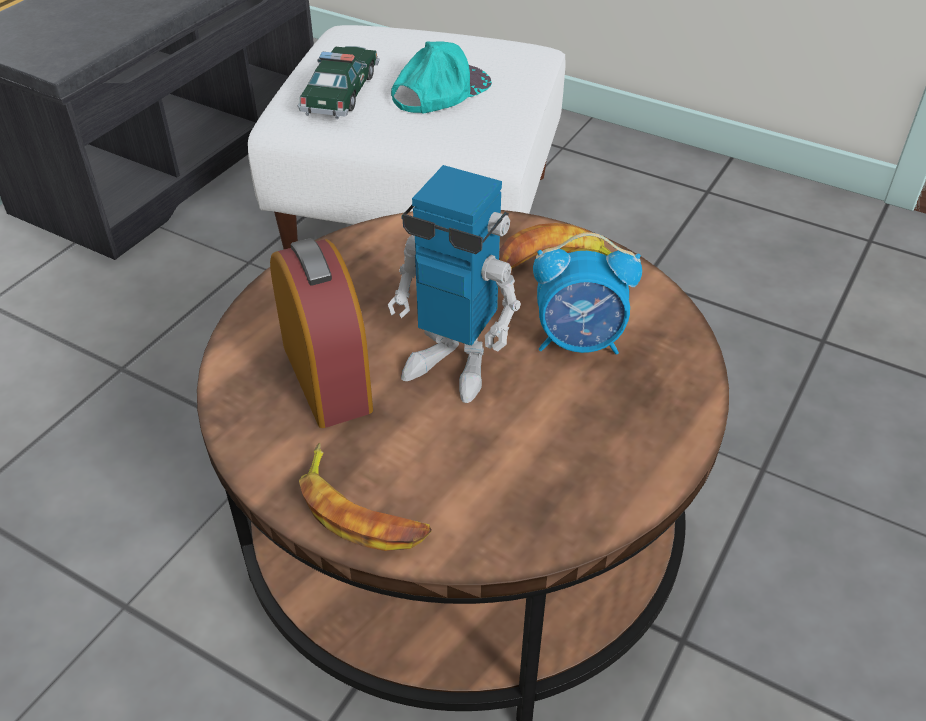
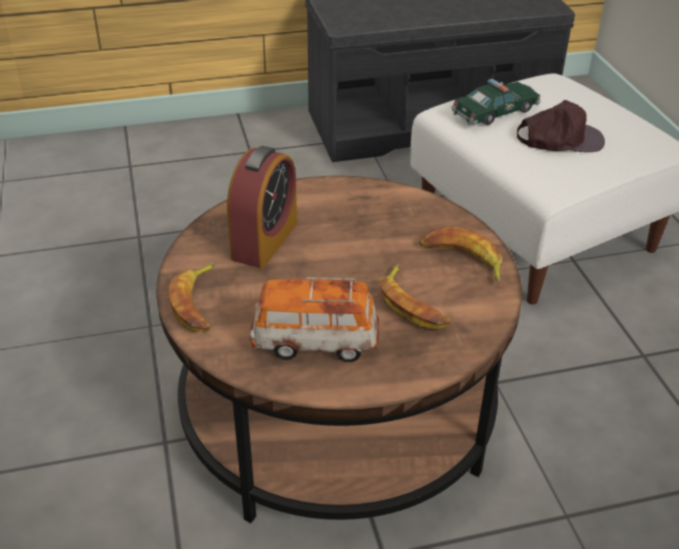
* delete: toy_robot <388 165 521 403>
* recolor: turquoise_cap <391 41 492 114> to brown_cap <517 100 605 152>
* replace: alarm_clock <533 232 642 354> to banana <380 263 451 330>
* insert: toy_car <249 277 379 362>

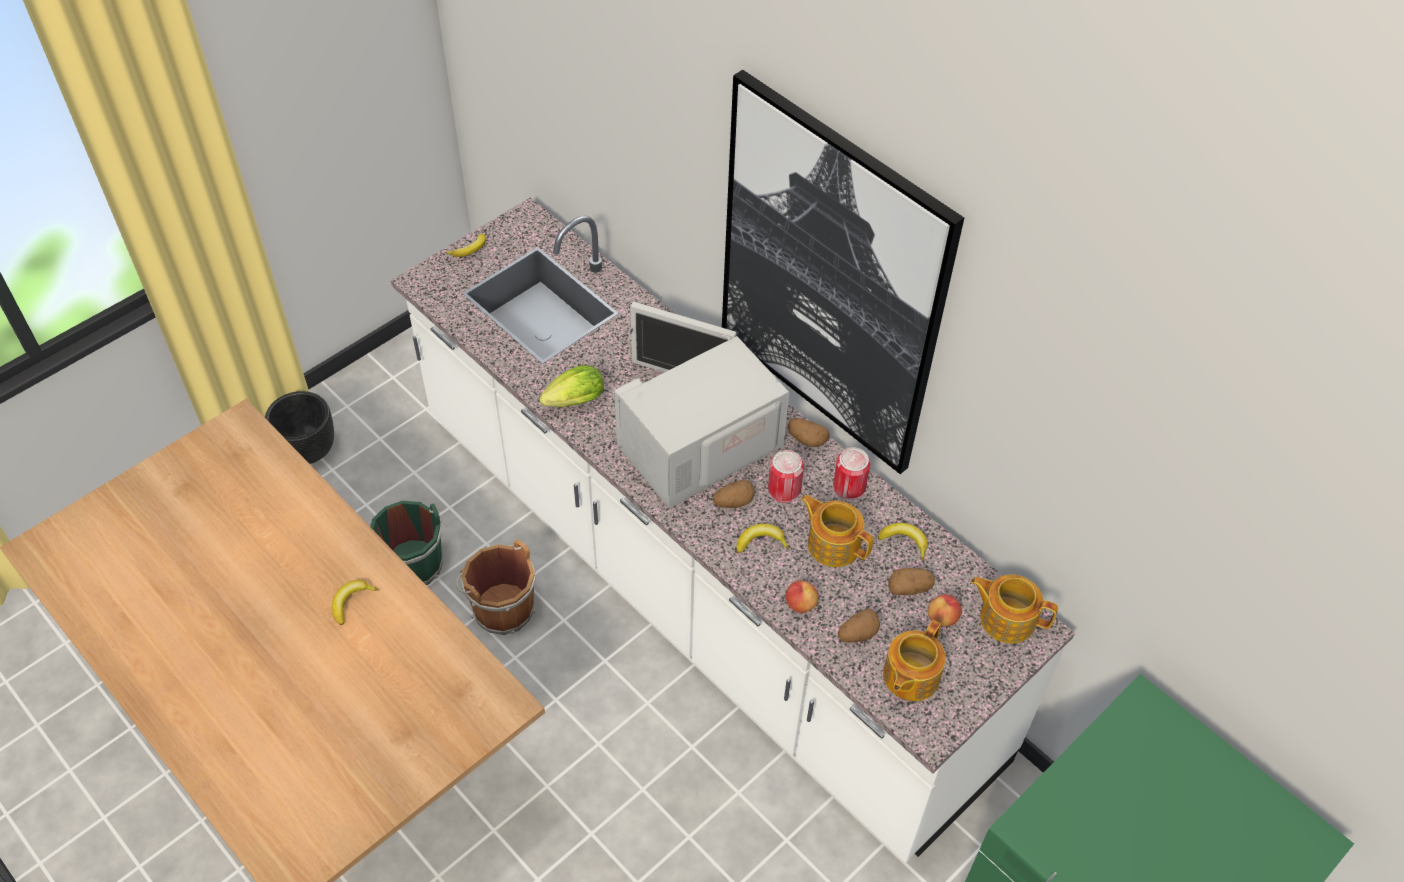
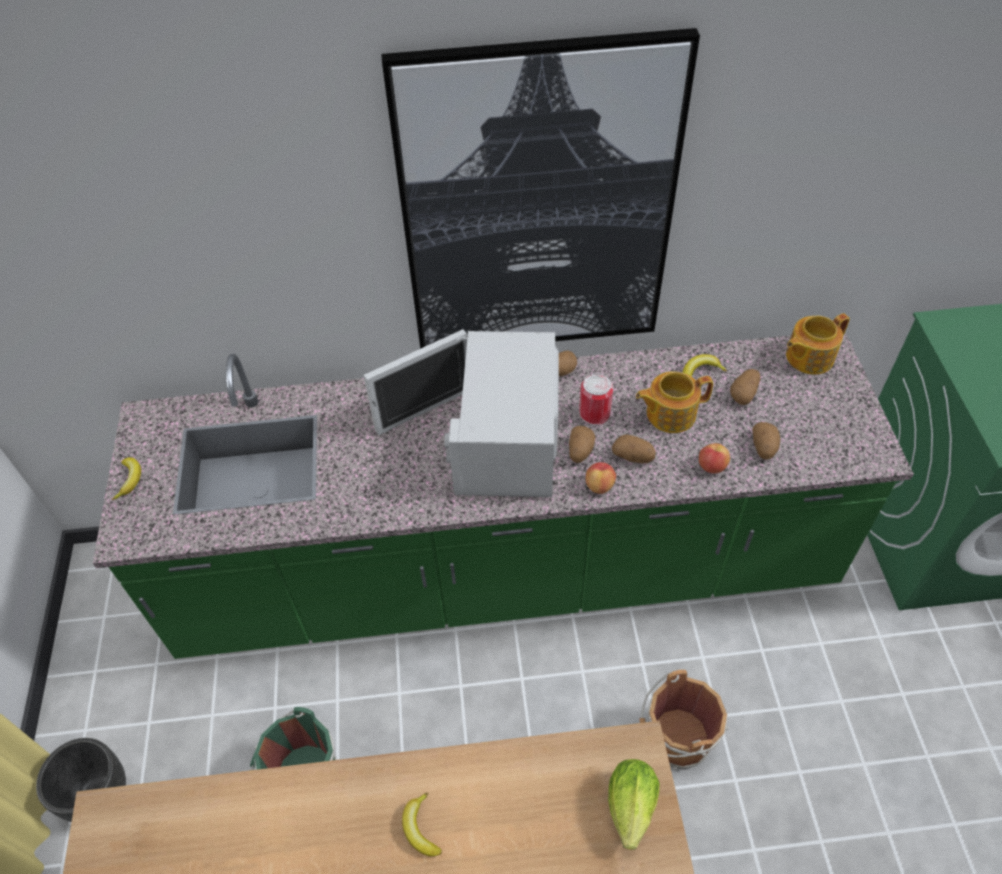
* recolor: white_counter <391 198 1075 863> to green_counter <93 332 914 659>
* move: brown_bucket <456 540 536 635> to <640 670 729 770>
* move: lettuce <540 365 604 407> to <608 759 659 850>
* replace: banana <737 524 789 554> to potato <612 434 655 463>
* delete: can <833 447 870 500>
* delete: teapot <883 620 946 701>
* move: apple <928 594 962 627> to <586 462 616 494>

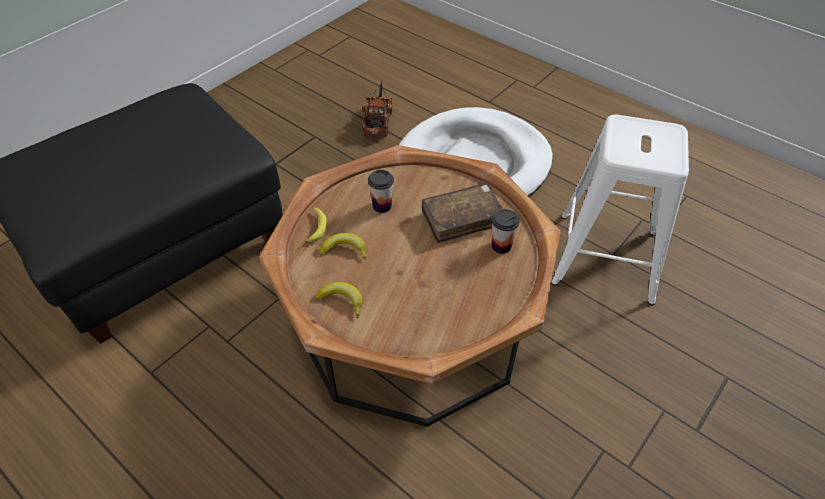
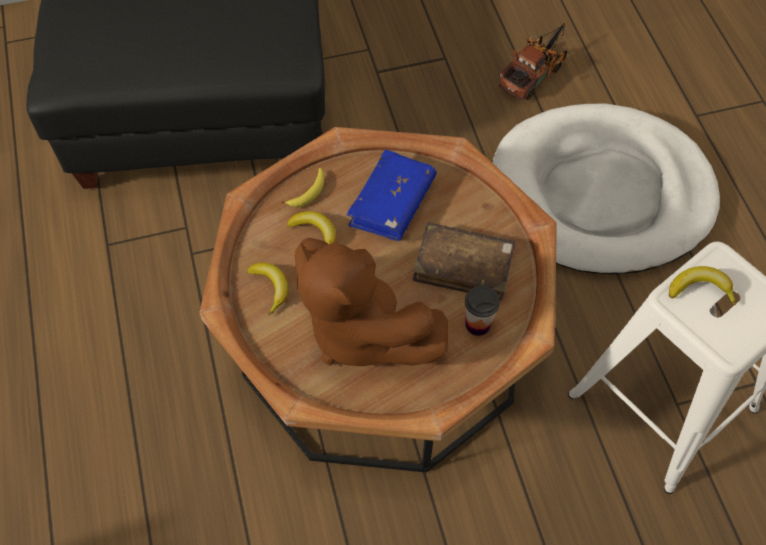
* replace: cup <368 170 394 213> to blue_book <347 150 437 241>
* insert: brown_plush_toy <295 237 448 366>
* insert: banana <669 266 736 305>

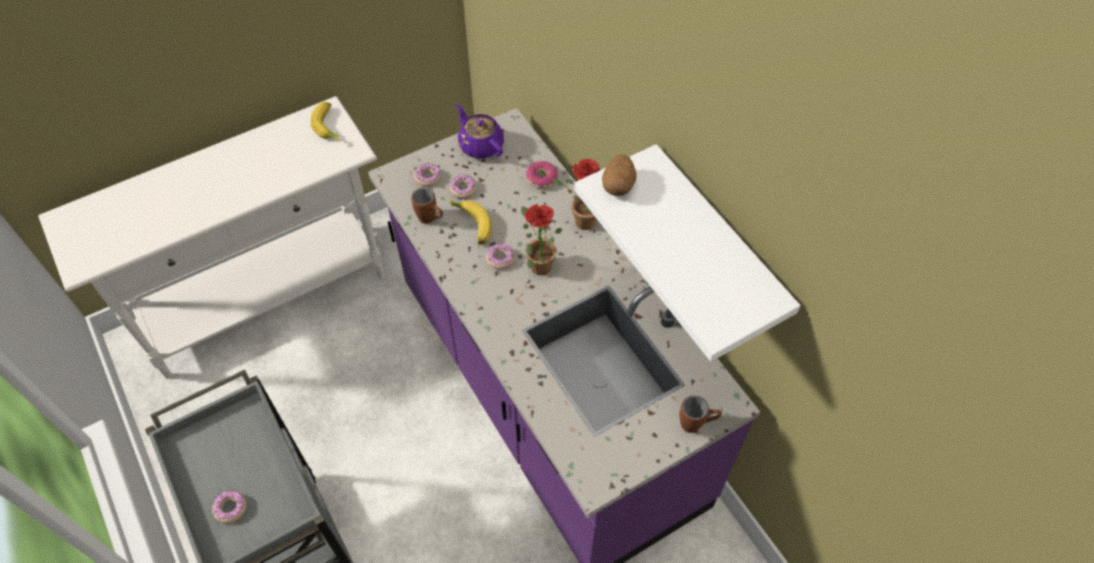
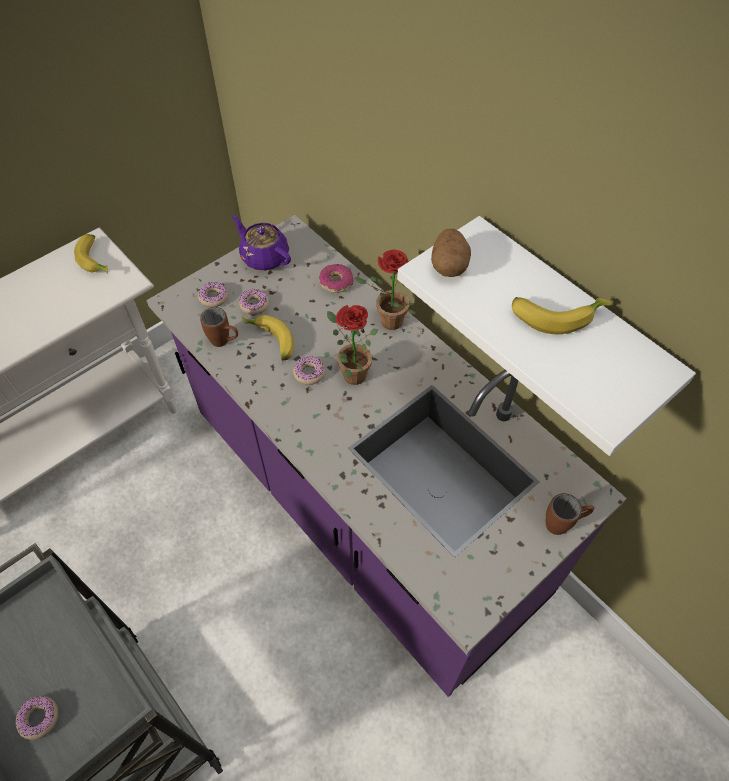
* insert: banana <512 297 611 334>

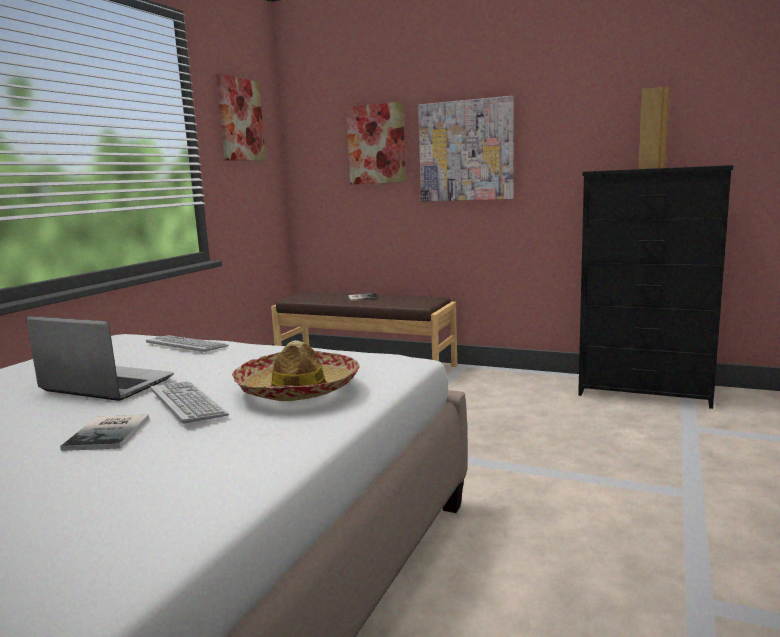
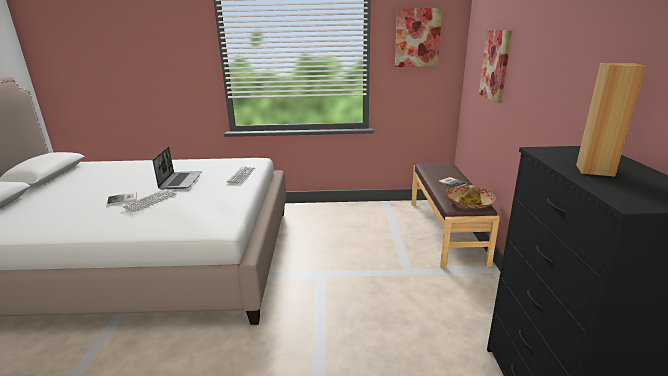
* move: hat <232 340 360 401> to <445 185 496 209>
* delete: picture <418 96 514 202>

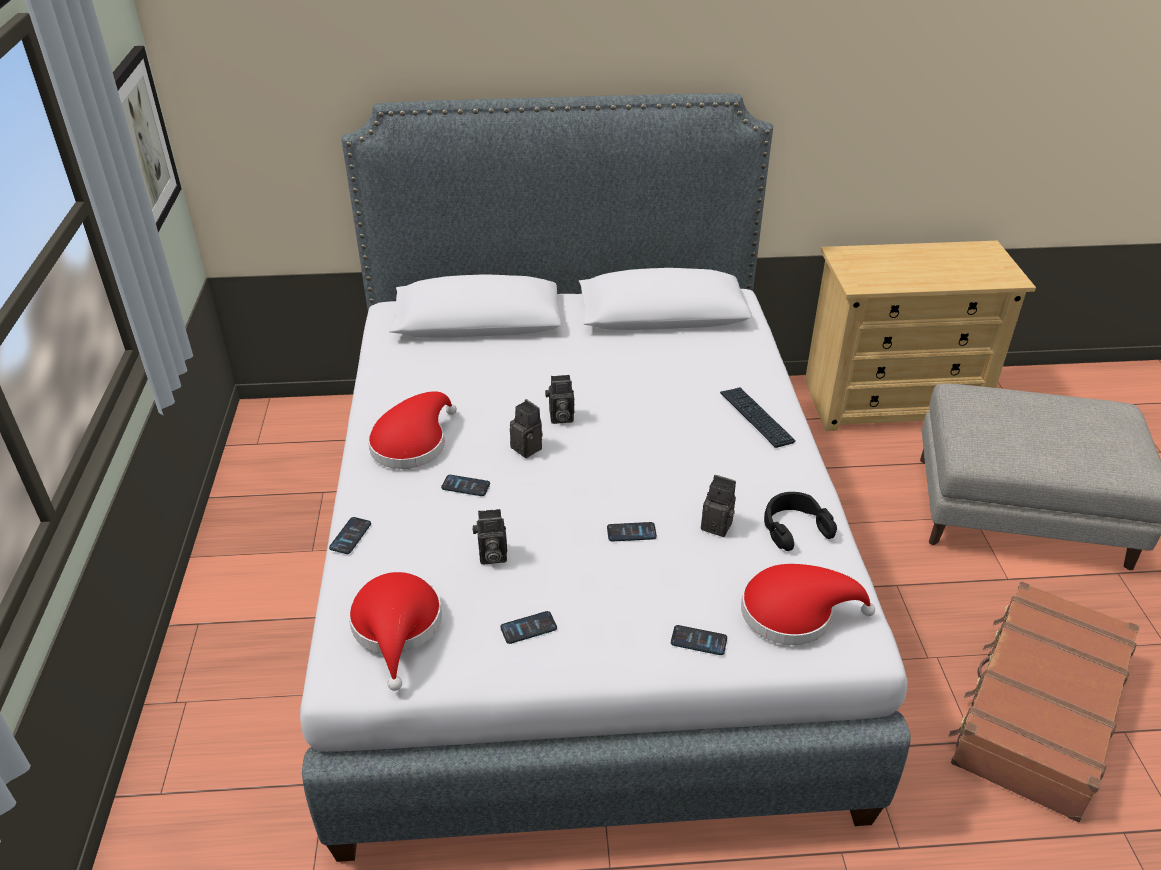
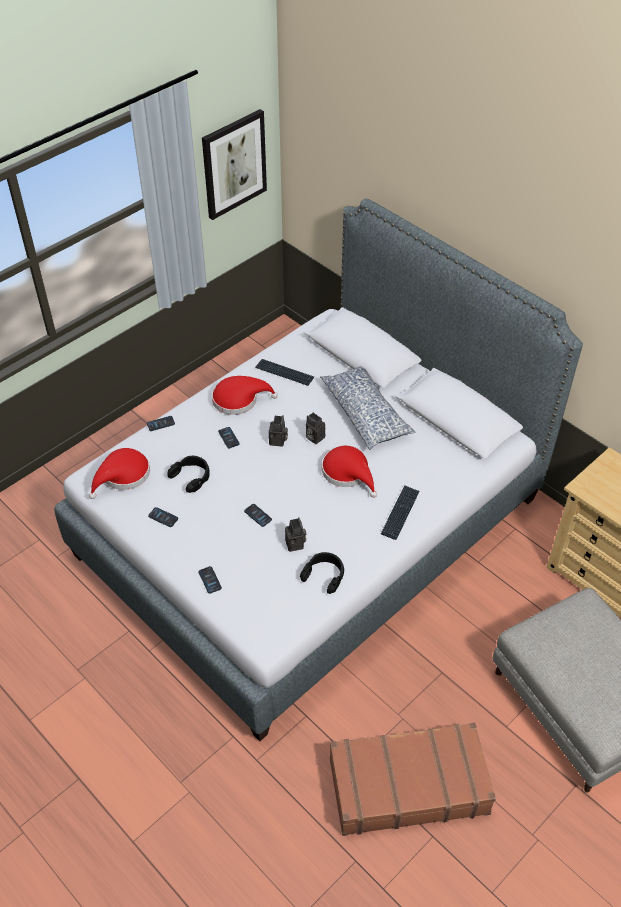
* replace: photo_camera <473 509 507 565> to black_headphones <167 456 210 493>
* move: red_hat <741 564 875 645> to <322 446 377 498>
* insert: keyboard <255 359 314 386>
* insert: pillow <320 367 415 450>

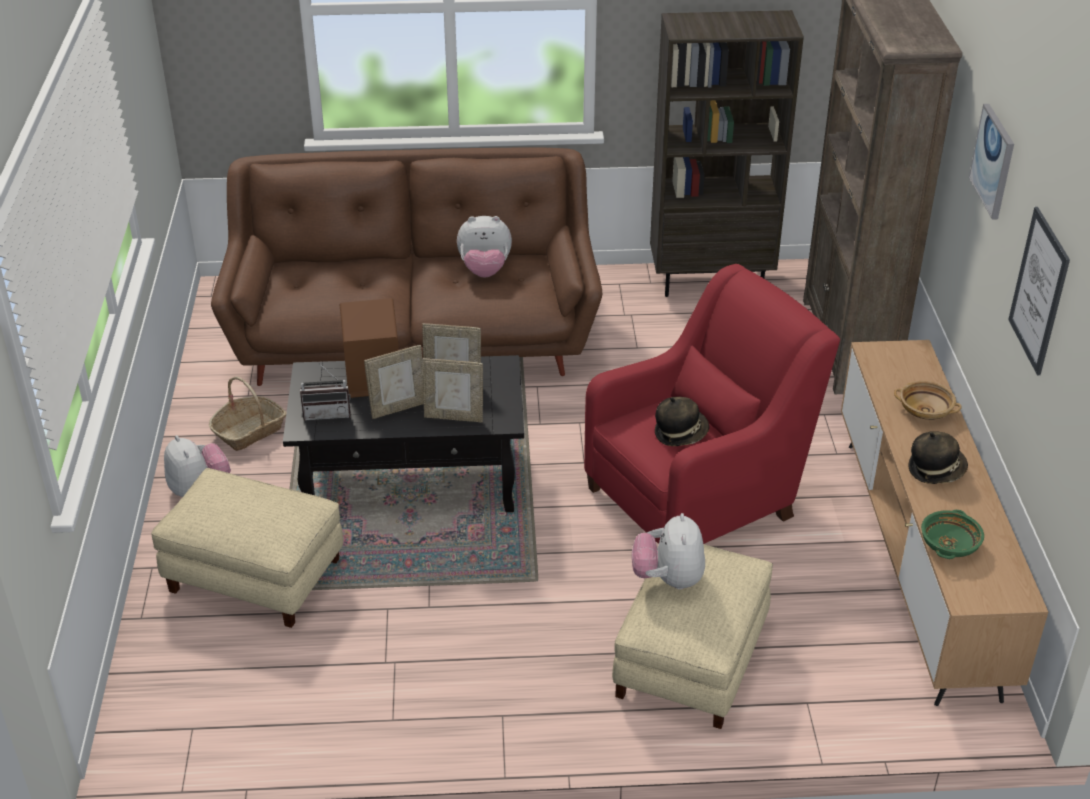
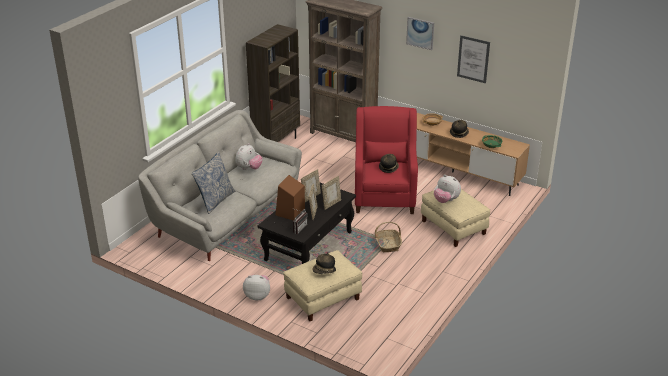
* move: basket <209 376 286 451> to <375 222 402 252>
* recolor: brown_sofa <211 147 602 386> to grey_sofa <138 110 302 261>
* insert: pillow <192 151 235 214>
* insert: hat <312 252 336 274>

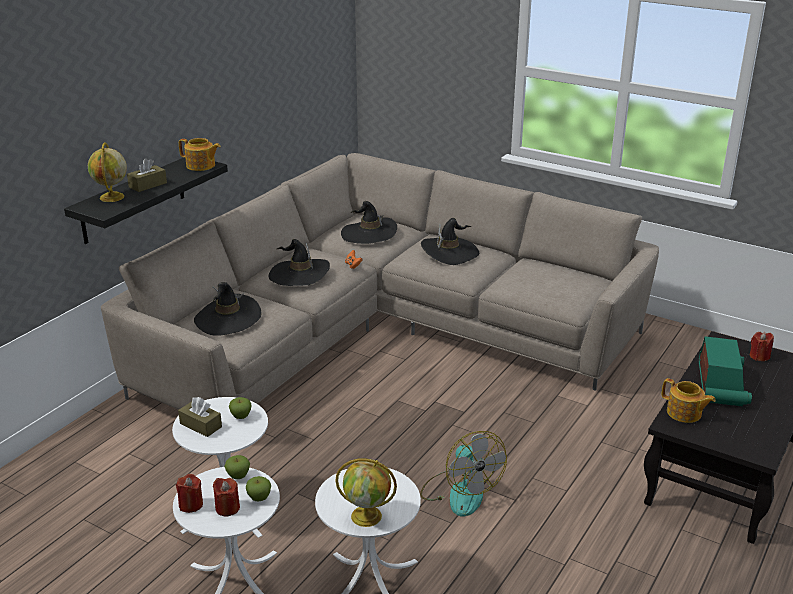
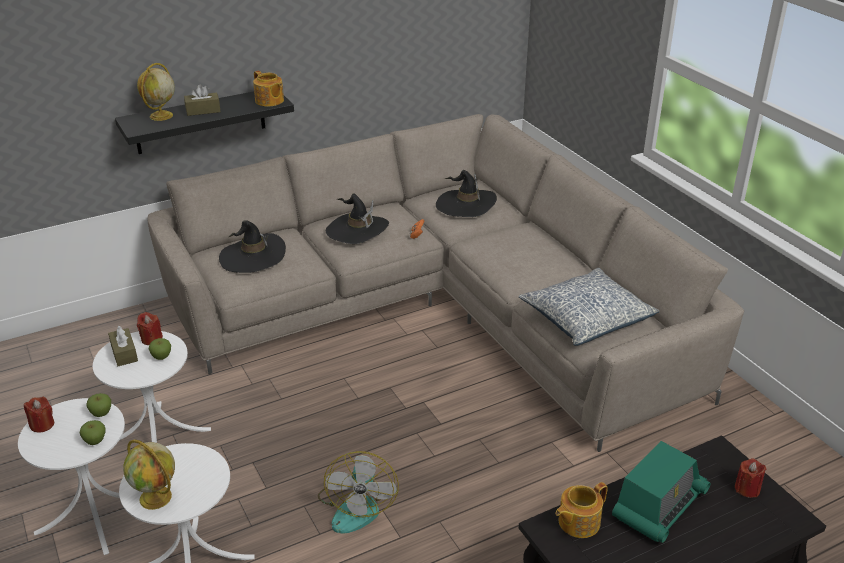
* move: red_candle <213 478 240 516> to <137 312 163 345>
* delete: black_hat <421 218 479 265>
* rotate: teapot <662 378 716 423> = <556 482 608 538> 75 degrees clockwise
* insert: pillow <519 268 659 346>

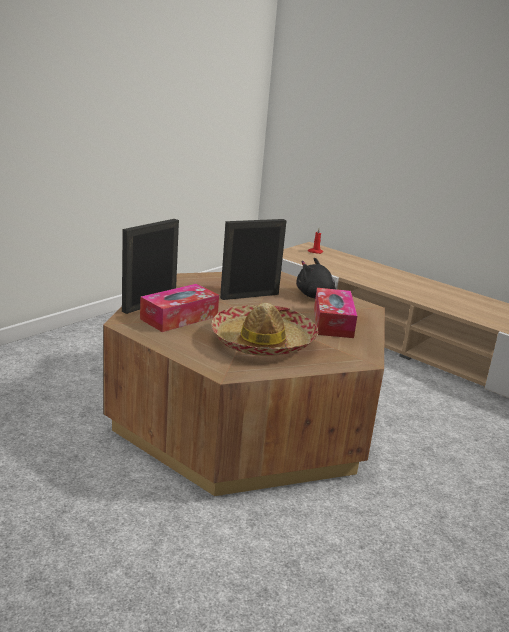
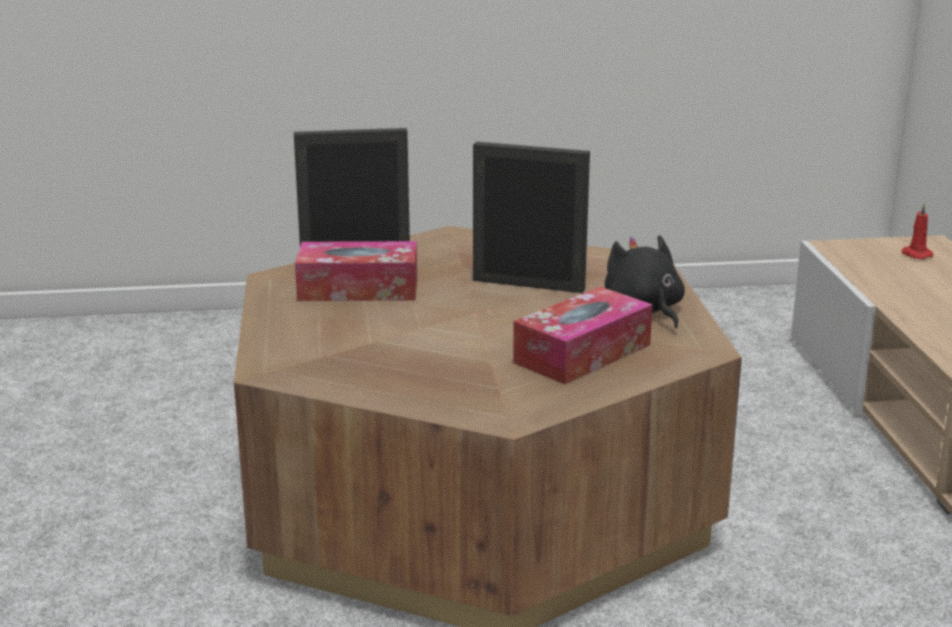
* delete: hat <211 303 318 356>

